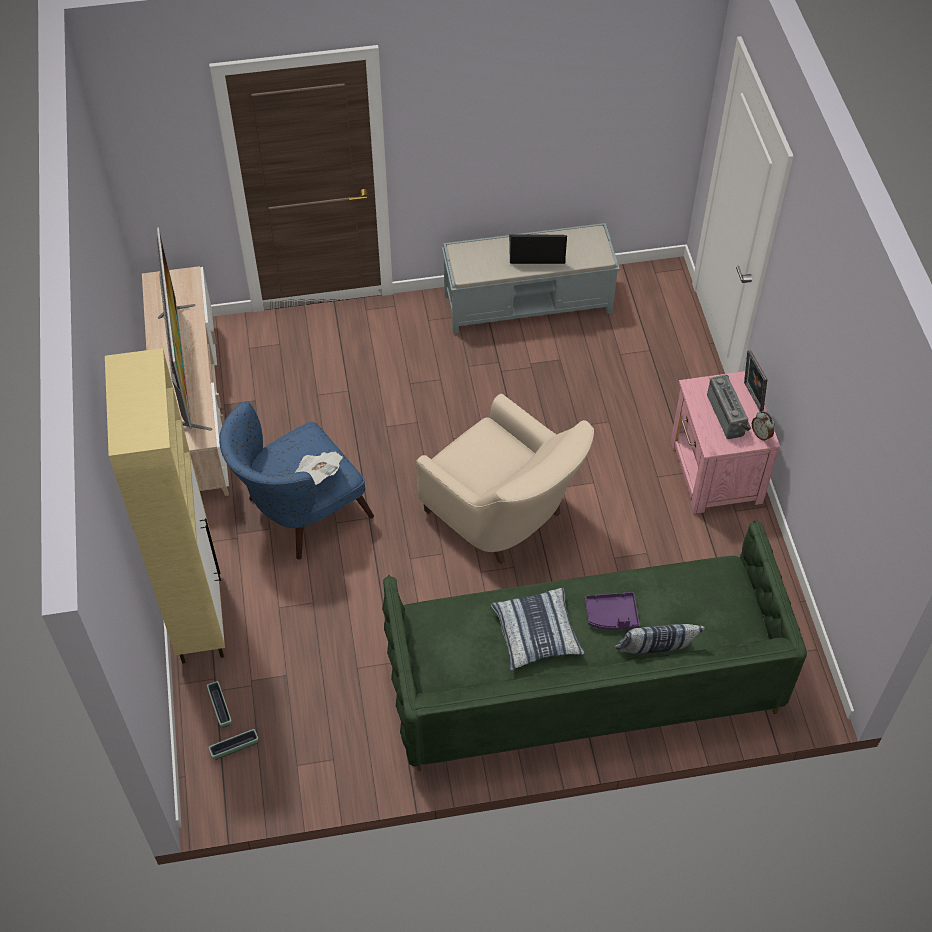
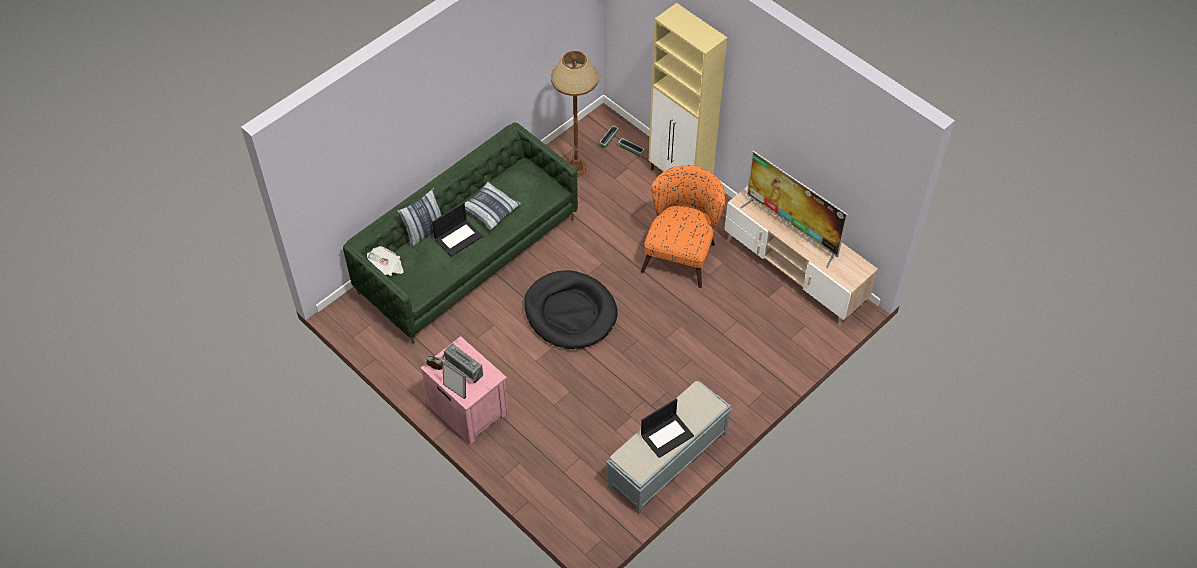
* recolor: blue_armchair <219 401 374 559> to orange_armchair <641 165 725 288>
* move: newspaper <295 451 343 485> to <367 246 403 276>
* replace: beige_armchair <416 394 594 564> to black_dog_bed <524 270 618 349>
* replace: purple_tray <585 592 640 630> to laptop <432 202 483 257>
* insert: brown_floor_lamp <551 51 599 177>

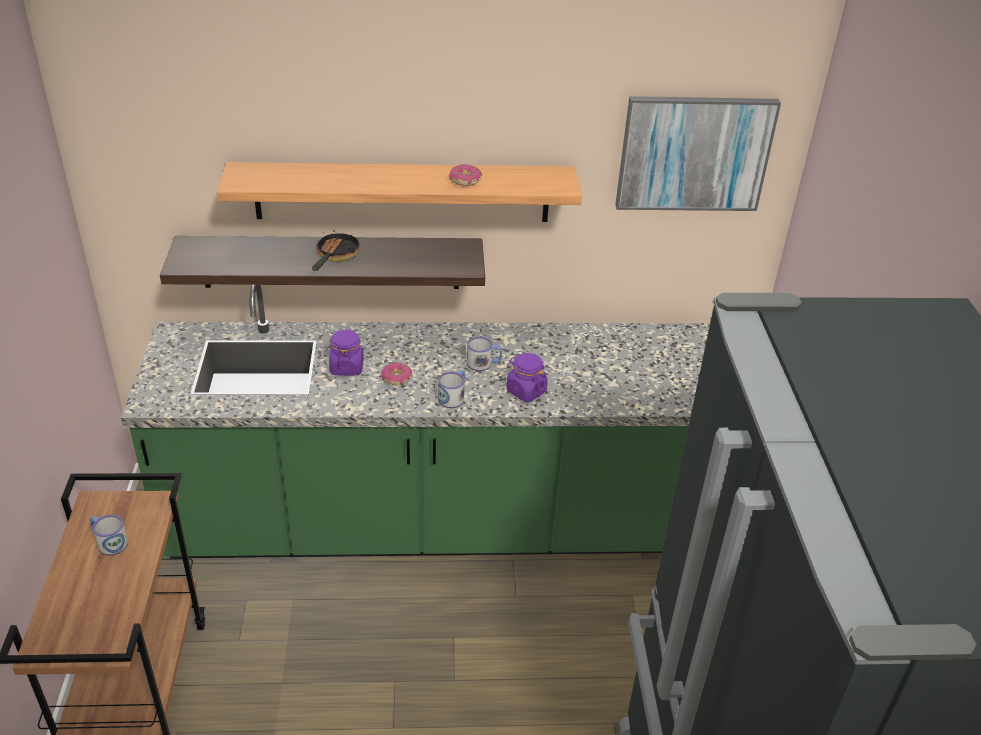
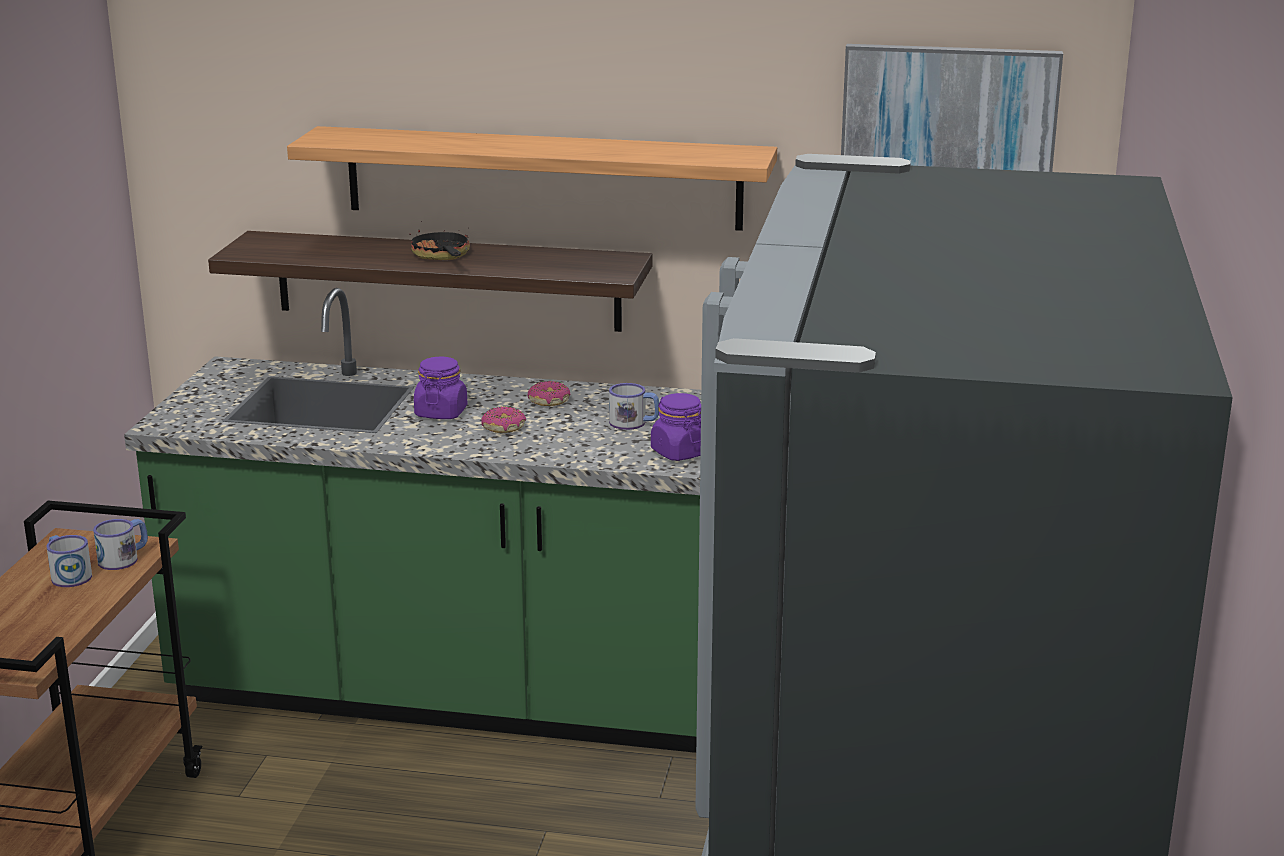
* rotate: frying_pan <312 230 360 271> = <409 221 470 260> 45 degrees counterclockwise
* move: mug <438 370 465 408> to <93 519 148 570>
* move: donut <449 164 482 186> to <528 381 571 406>

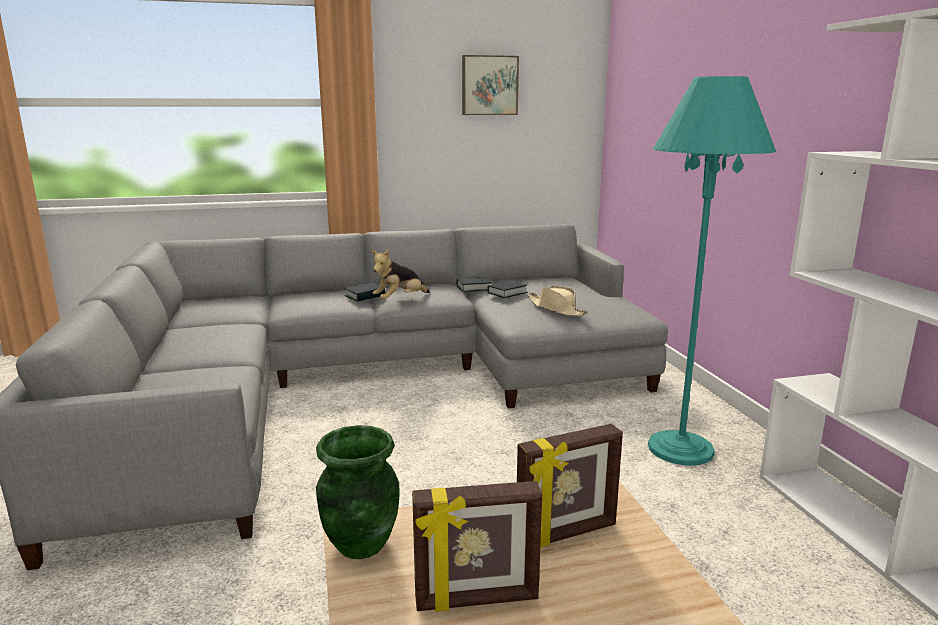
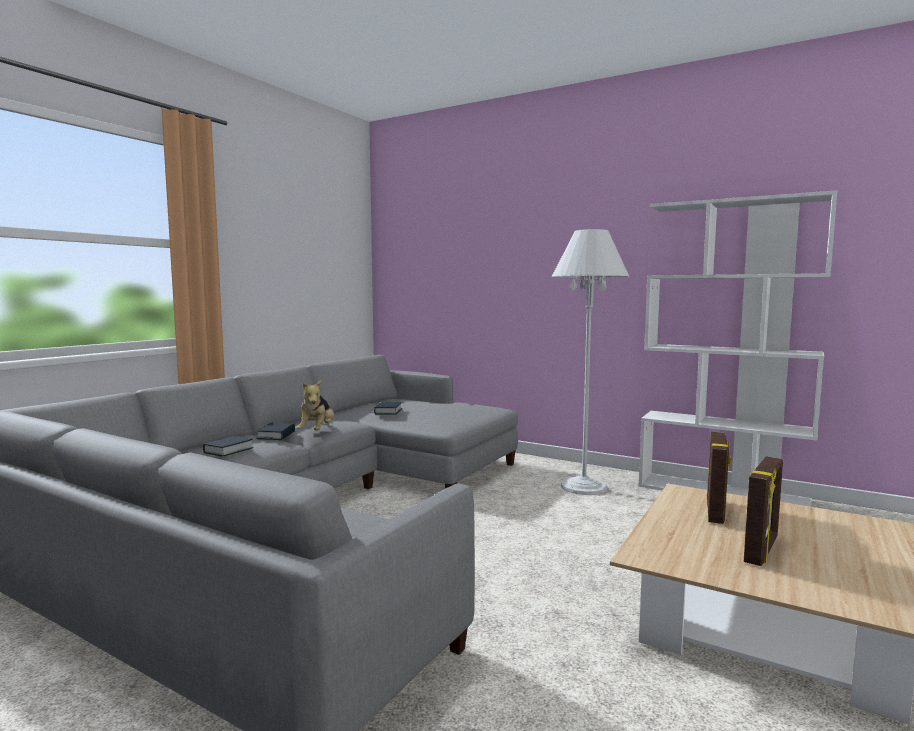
* delete: green_vase <316 425 400 559>
* move: book <456 277 492 292> to <203 436 254 456>
* delete: picture <462 55 519 115>
* delete: beige_hat <528 286 589 316>
* recolor: turquoise_floor_lamp <648 76 776 466> to white_floor_lamp <552 229 629 495>

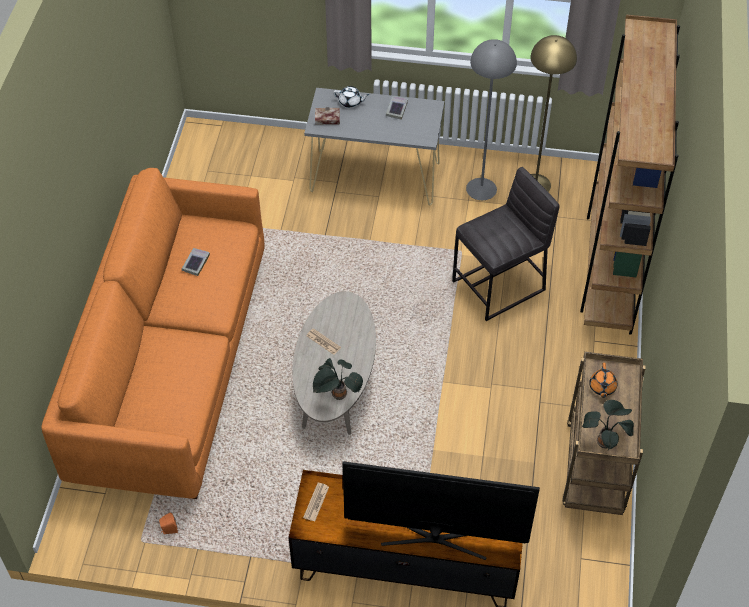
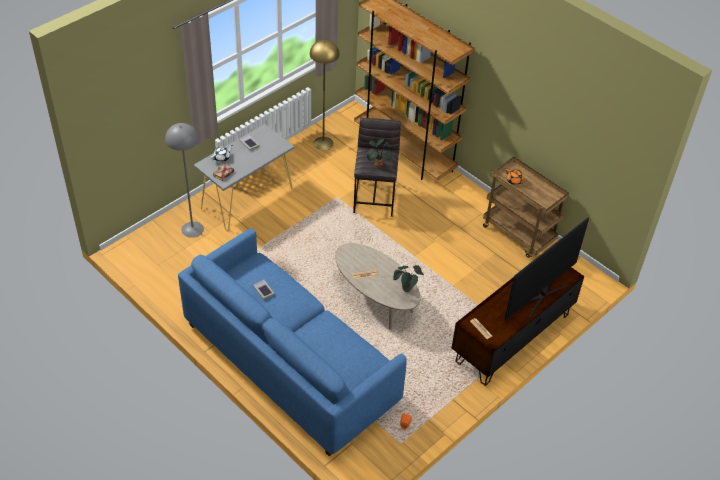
* recolor: orange_sofa <41 168 264 499> to blue_sofa <178 228 407 456>
* move: grey_floor_lamp <466 39 517 200> to <165 123 204 238>
* move: potted_plant <582 400 634 450> to <366 138 393 168>

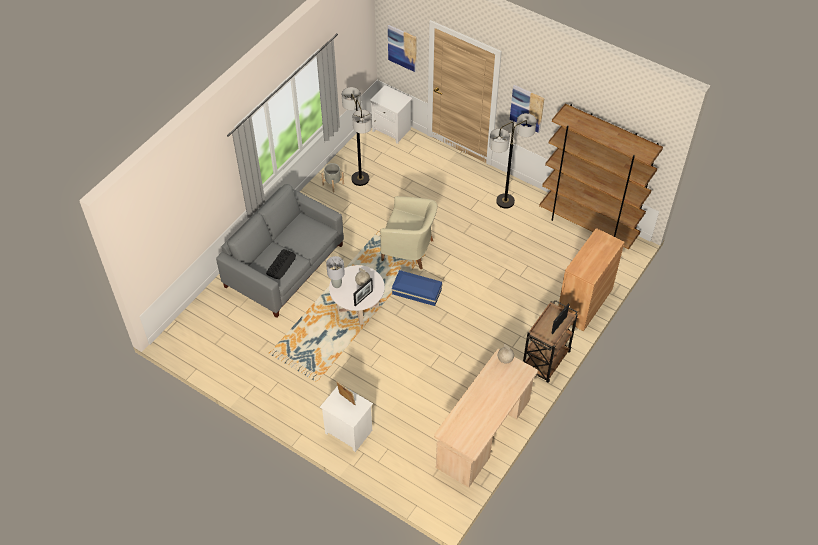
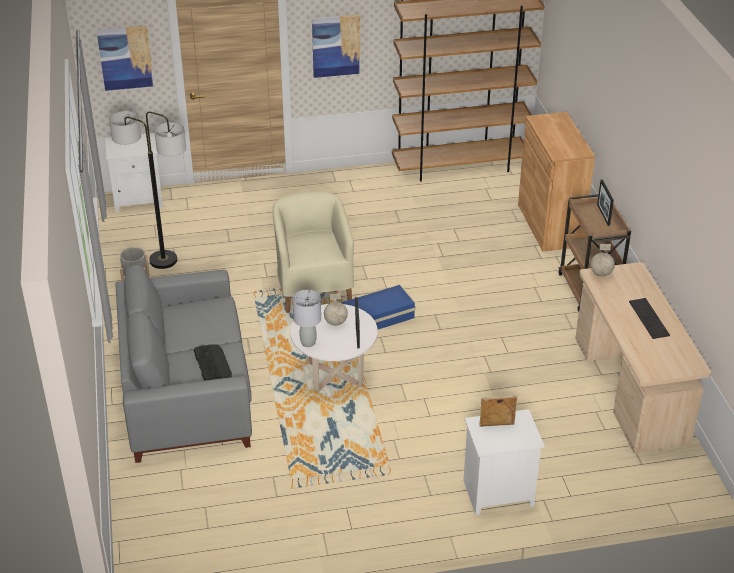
* rotate: beige_armchair <380 196 437 269> = <272 191 354 313> 75 degrees counterclockwise
* delete: floor_lamp <489 113 537 209>
* insert: keyboard <629 298 670 339>

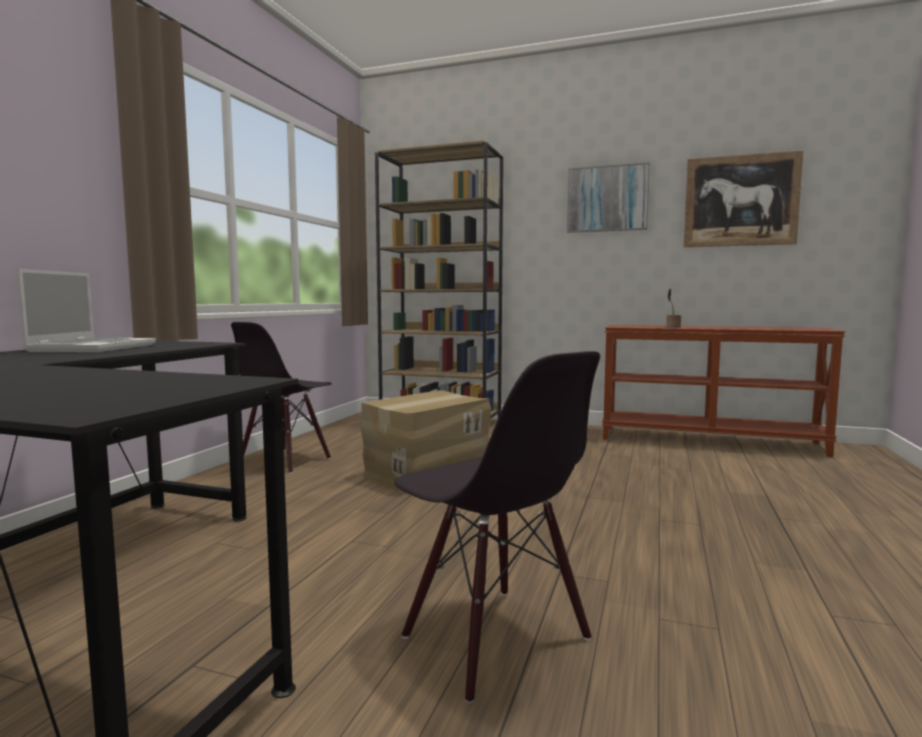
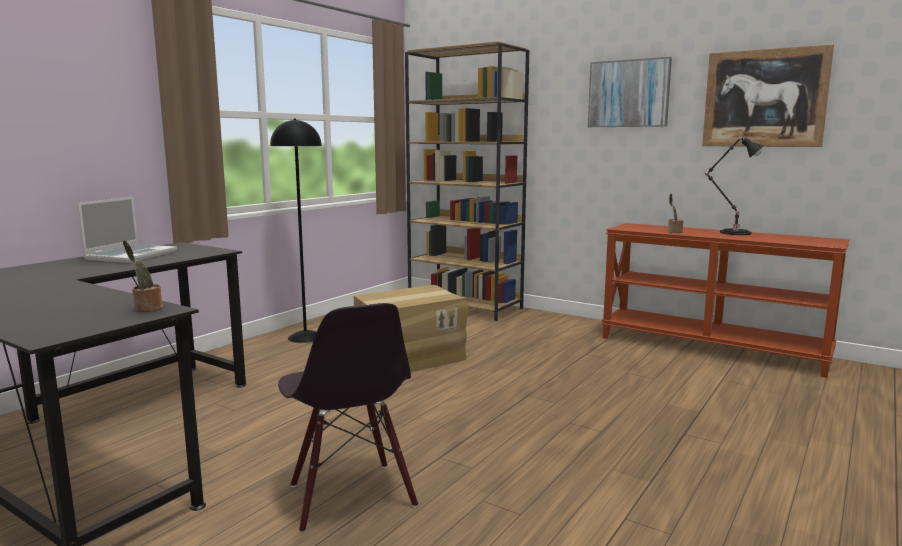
* replace: black_chair <231 322 332 474> to black_floor_lamp <270 119 322 343>
* insert: potted_plant <123 240 163 312>
* insert: black_table_lamp <705 137 763 235>

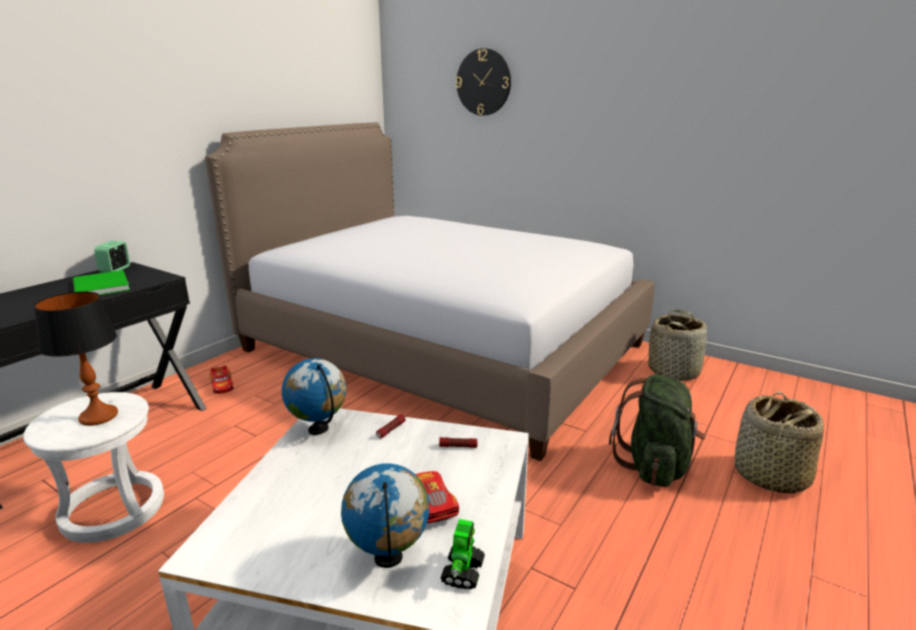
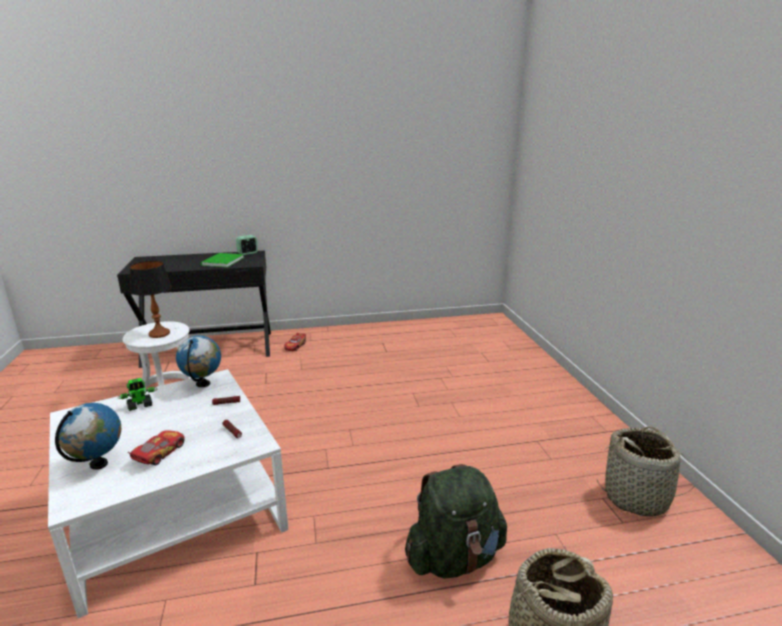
* delete: bed <205 122 654 461>
* move: toy_robot <440 519 485 589> to <118 378 157 411>
* delete: wall_clock <456 48 511 116>

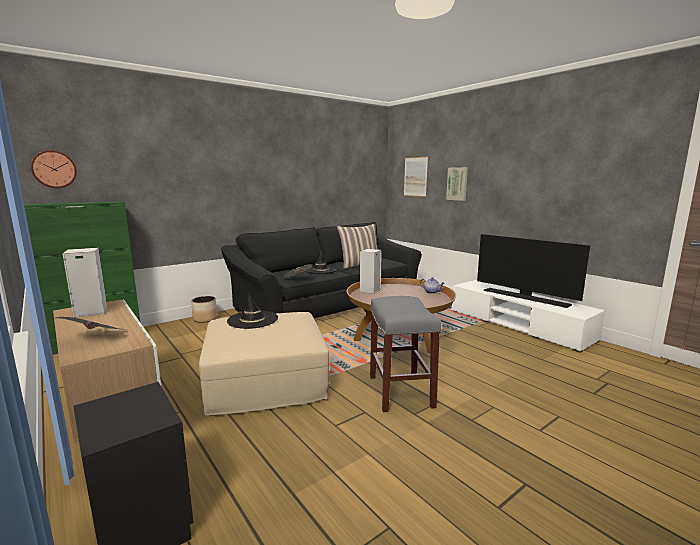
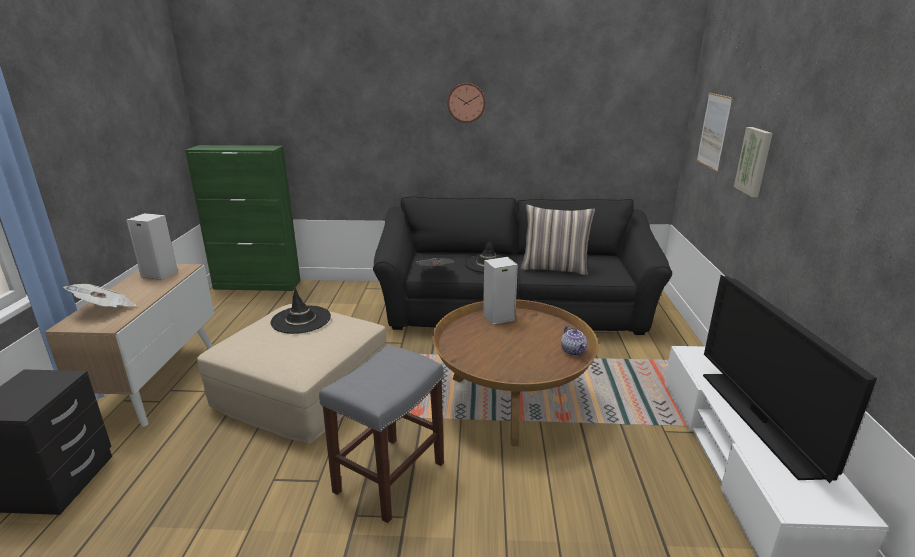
* move: wall_clock <31 150 77 188> to <447 83 485 123>
* delete: planter <191 296 217 323>

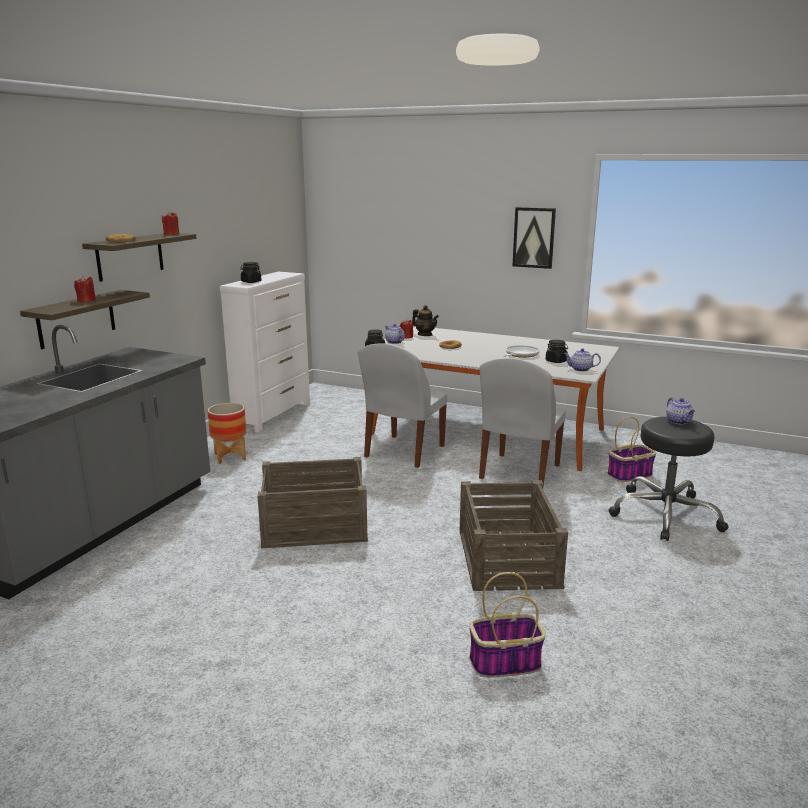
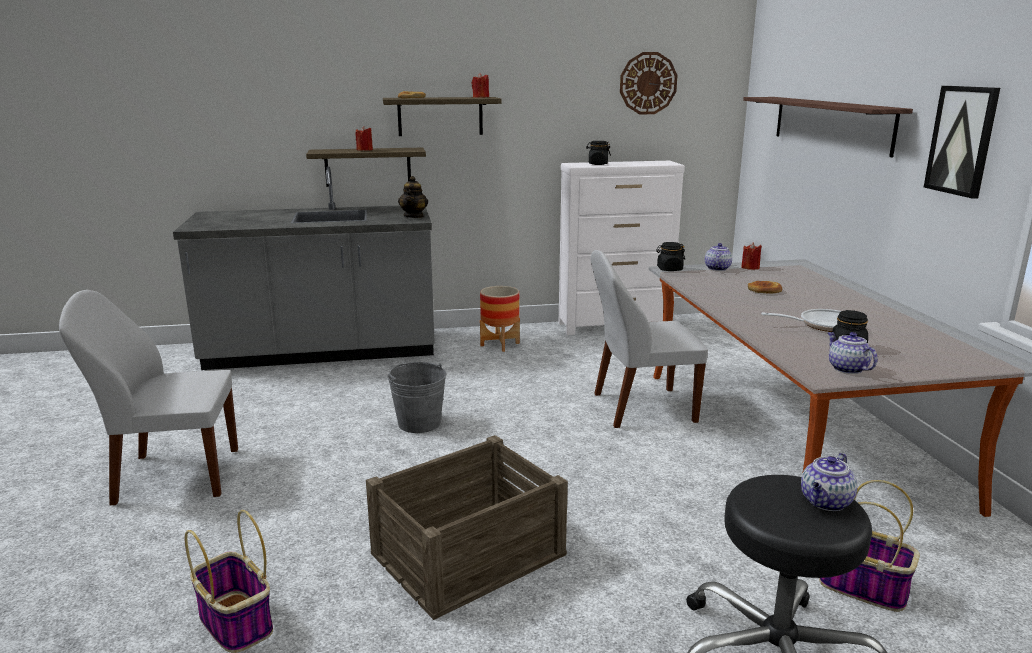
* replace: crate <257 457 368 548> to grey_bucket <387 362 446 433>
* move: teapot <412 305 439 336> to <398 176 428 218>
* move: white_chair <479 358 566 486> to <59 290 238 505>
* insert: wall_clock <620 52 678 114>
* insert: shelf <743 97 913 157>

